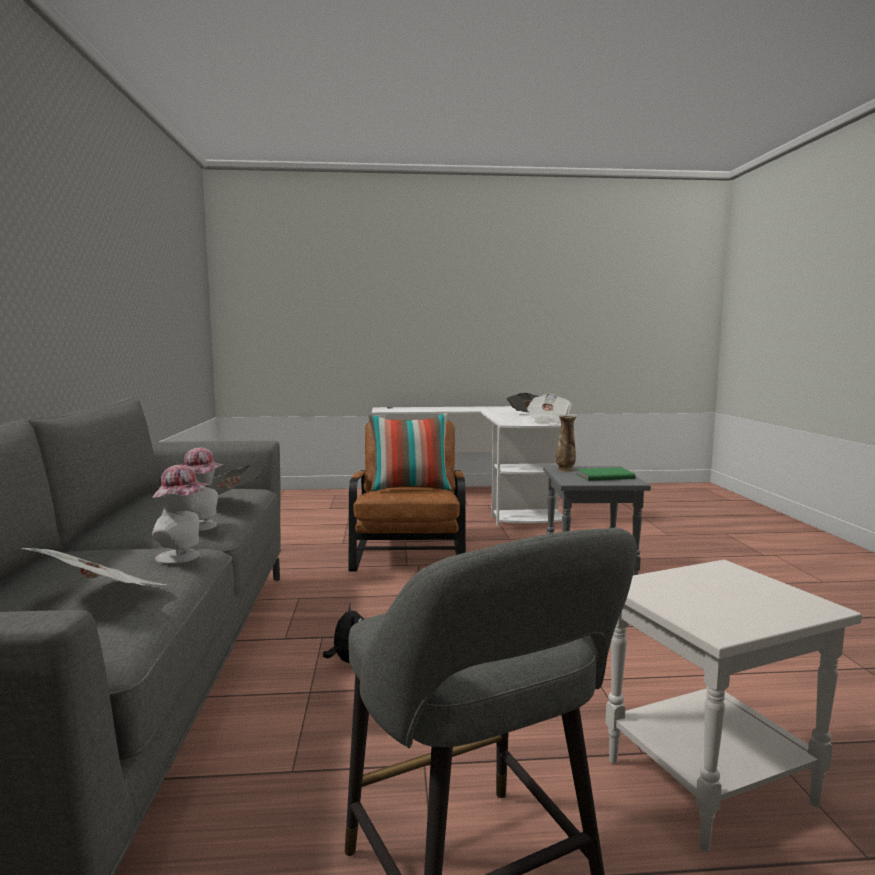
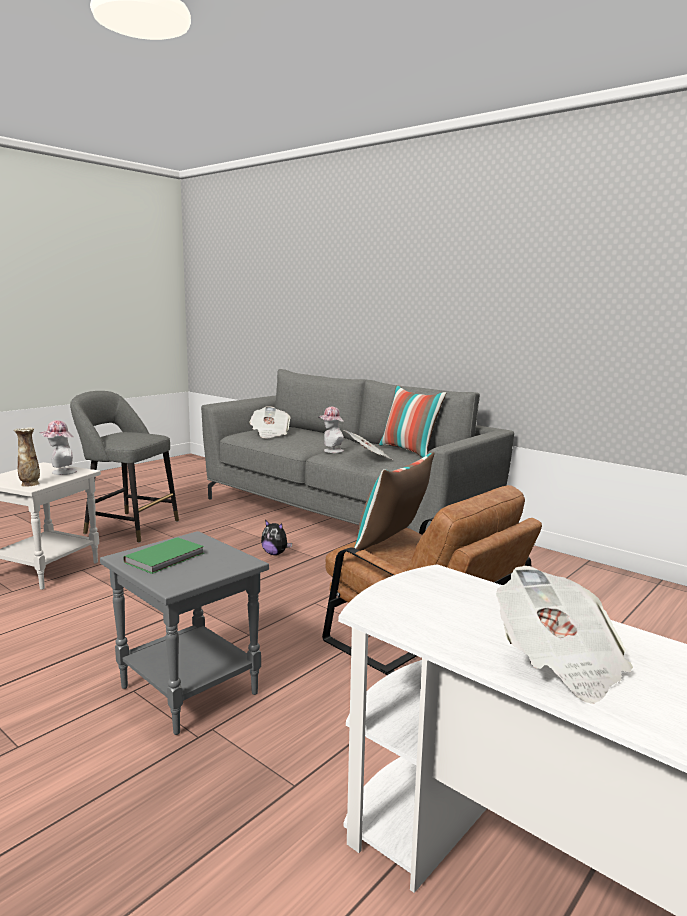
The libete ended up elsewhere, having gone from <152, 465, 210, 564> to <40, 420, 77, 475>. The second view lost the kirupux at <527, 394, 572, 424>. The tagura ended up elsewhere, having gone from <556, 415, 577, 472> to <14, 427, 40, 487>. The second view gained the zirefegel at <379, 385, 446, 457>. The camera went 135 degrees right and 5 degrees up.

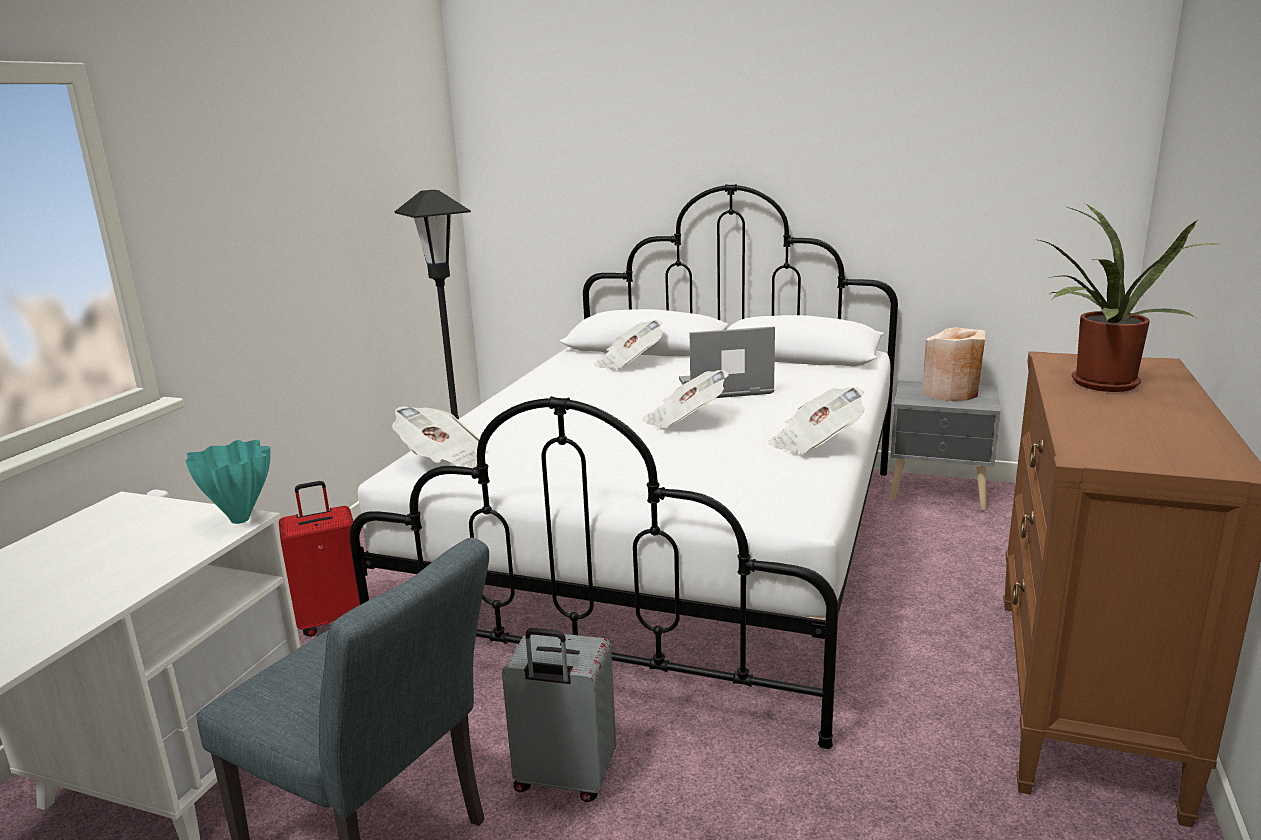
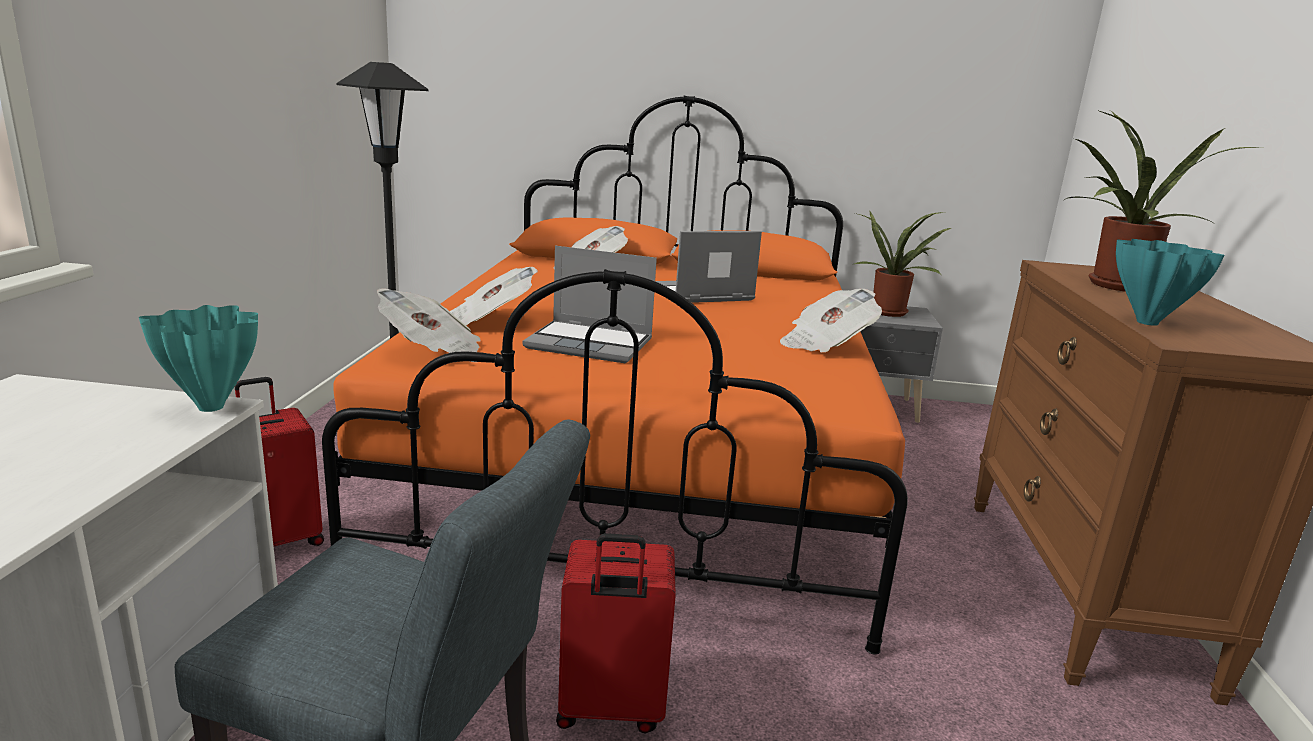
What was the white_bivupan at <349, 184, 898, 749> turned into the orange_bivupan at <322, 95, 908, 655>. What was the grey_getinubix at <502, 628, 616, 802> turned into the red_getinubix at <556, 533, 676, 733>. The kirupux ended up elsewhere, having gone from <642, 370, 729, 429> to <450, 267, 538, 325>. Where the beige_tagura stood at <922, 327, 985, 401>, the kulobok came to stand at <855, 210, 951, 317>. The second view gained the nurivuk at <522, 246, 657, 363>. The second view gained the turquoise_tagura at <1116, 239, 1224, 326>. The camera went 15 degrees left and 0 degrees up.

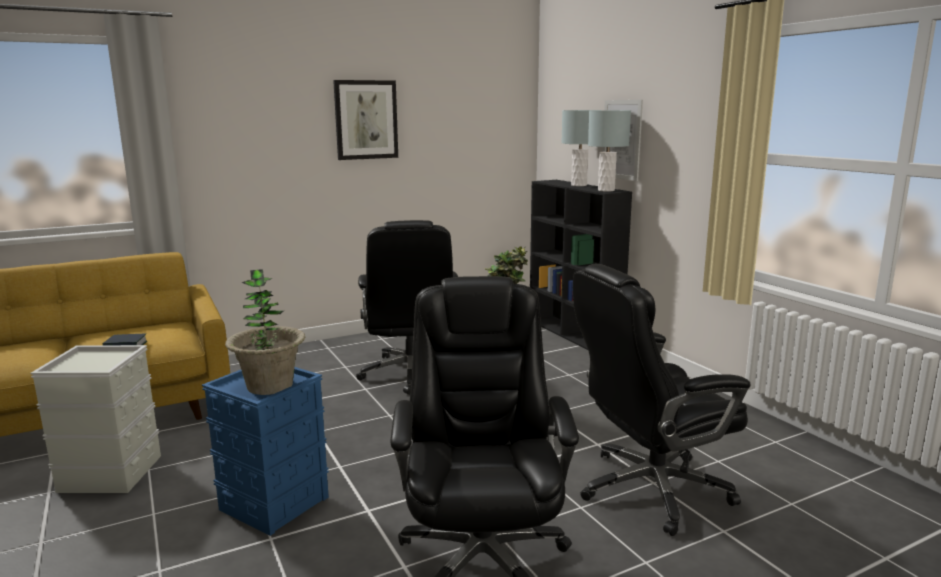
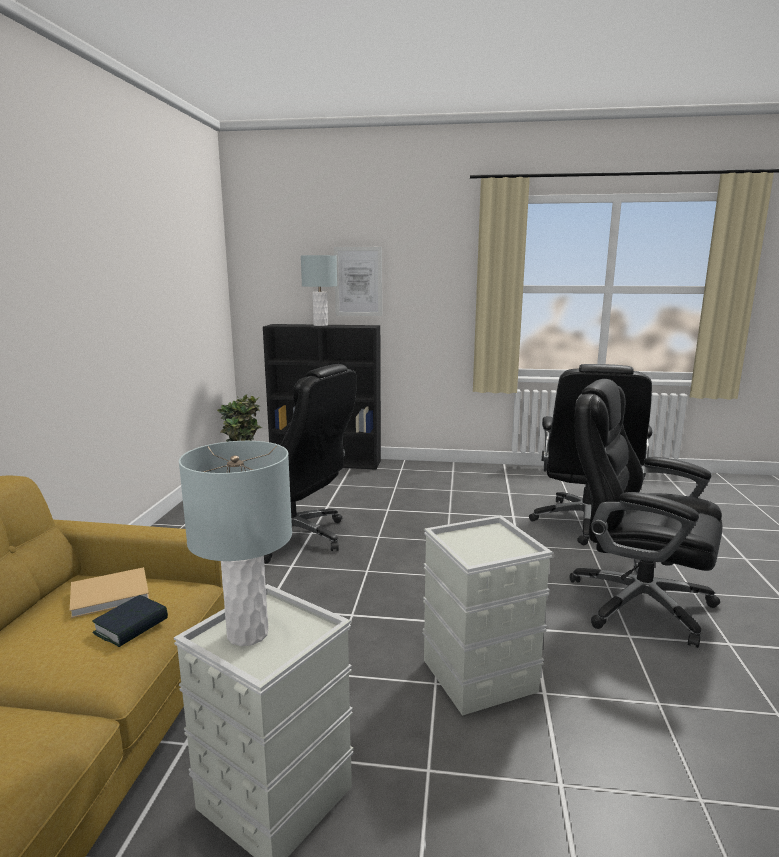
What was the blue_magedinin at <202, 367, 329, 536> turned into the grey_magedinin at <423, 515, 553, 716>. The second view lost the kulobok at <225, 269, 305, 395>. The second view lost the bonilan at <333, 80, 398, 160>. The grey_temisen ended up elsewhere, having gone from <588, 110, 631, 192> to <179, 441, 292, 646>. The second view gained the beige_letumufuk at <70, 567, 149, 618>. The camera went 55 degrees left and 0 degrees up.

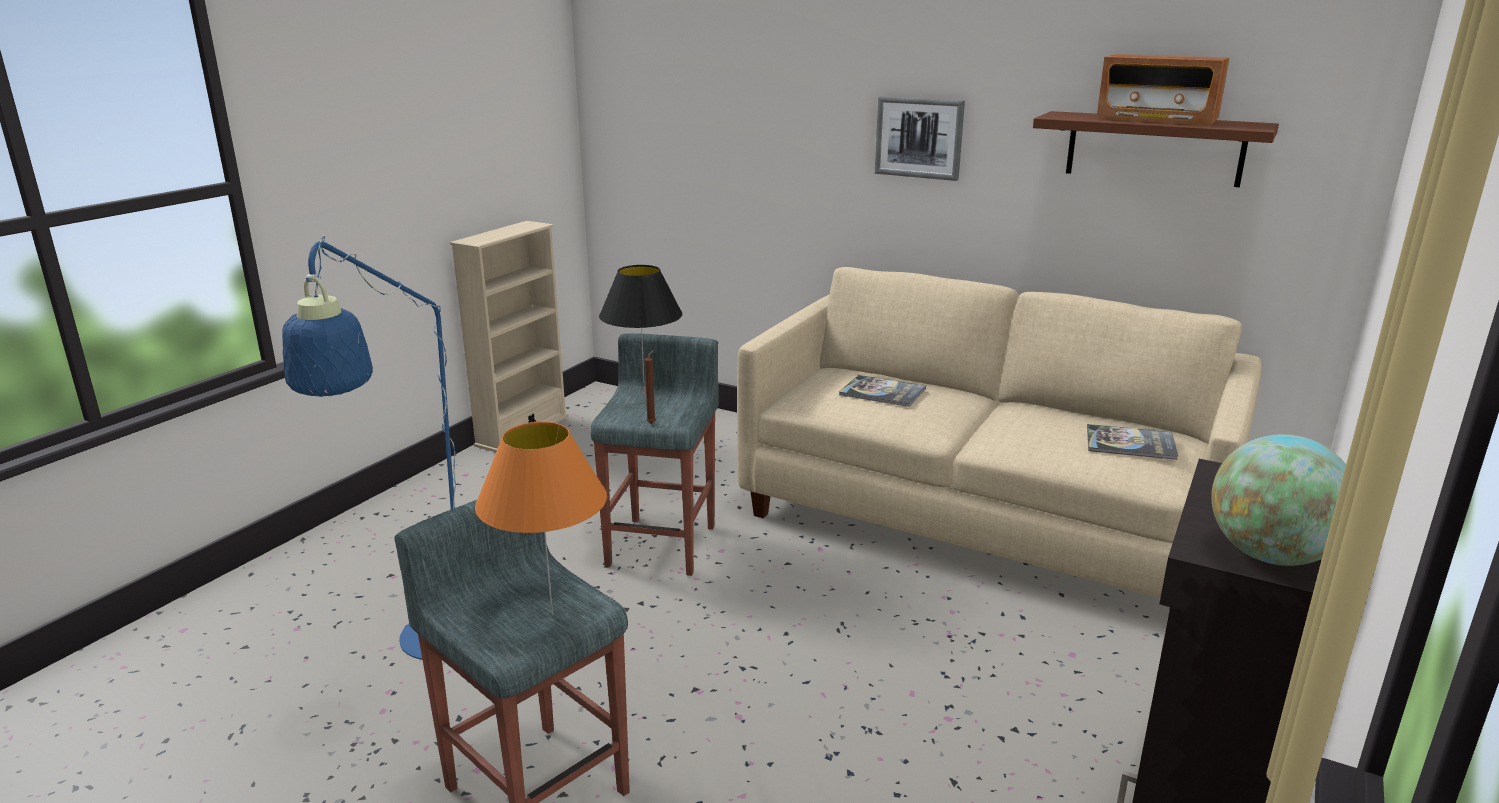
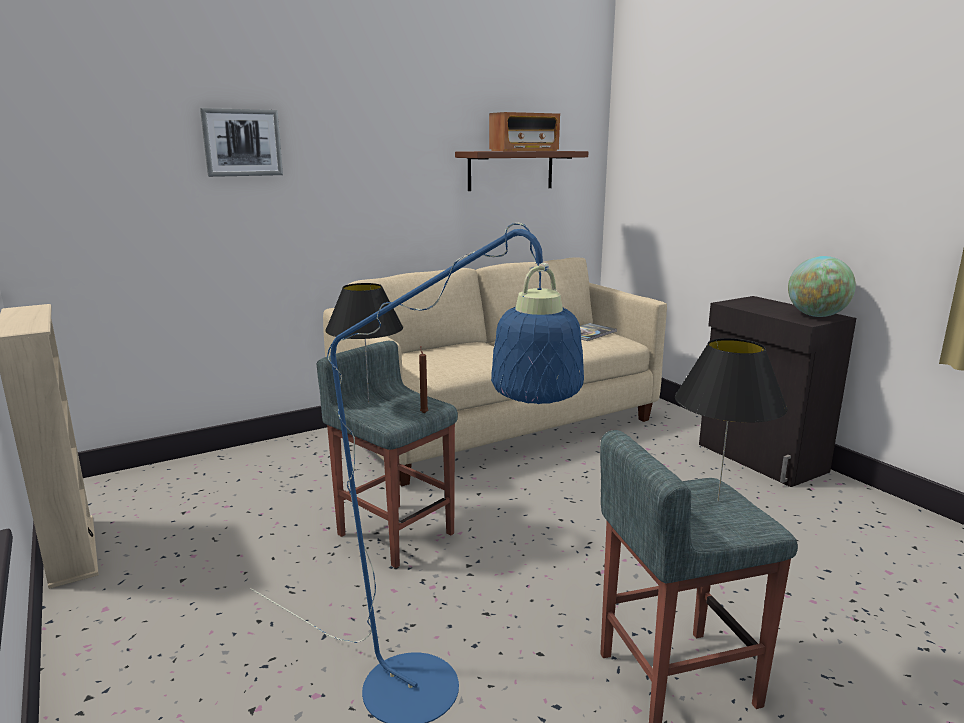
What was the orange_temisen at <475, 422, 607, 615> turned into the black_temisen at <675, 338, 788, 501>. The second view lost the letumufuk at <839, 375, 926, 407>. The bonilan ended up elsewhere, having gone from <875, 96, 965, 181> to <200, 108, 283, 177>. The camera went 60 degrees left and 5 degrees down.

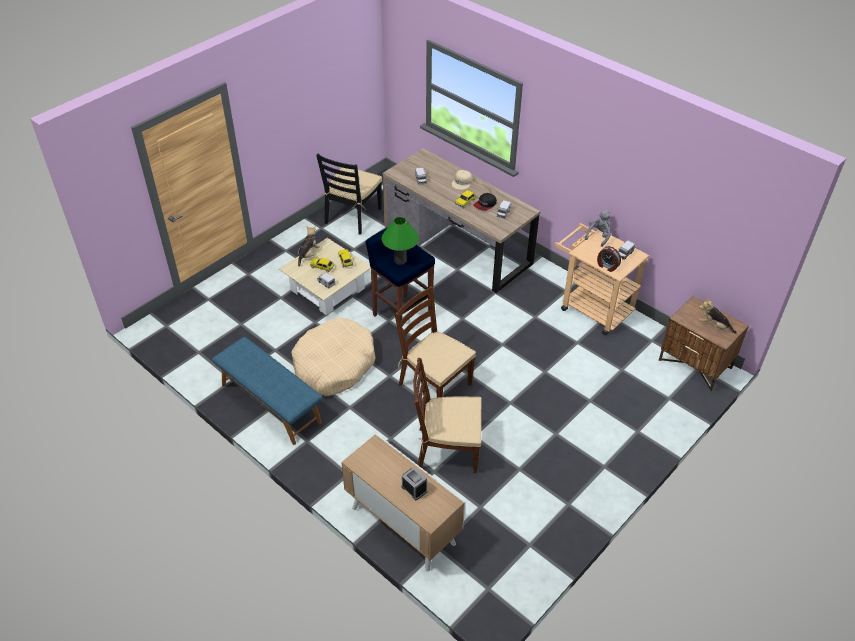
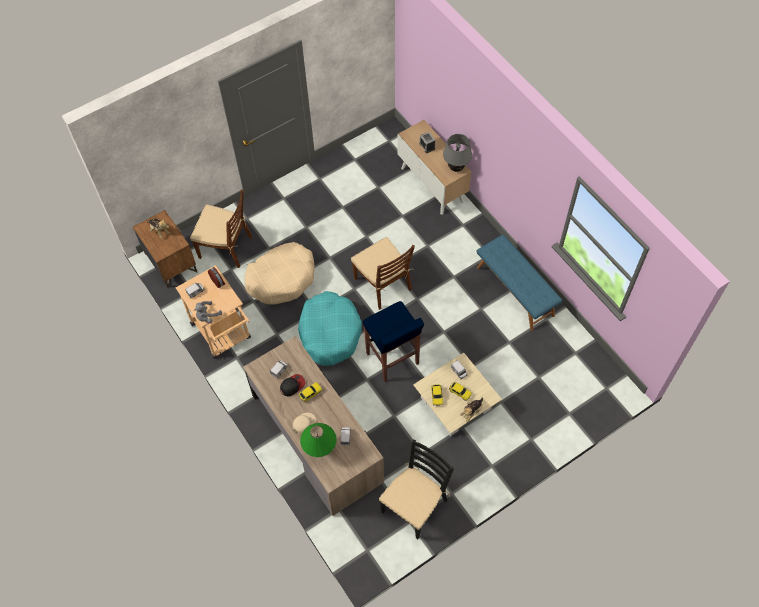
The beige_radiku ended up elsewhere, having gone from <291, 318, 375, 396> to <245, 242, 315, 304>. The green_temisen ended up elsewhere, having gone from <382, 217, 419, 265> to <300, 423, 337, 457>. The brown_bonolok ended up elsewhere, having gone from <414, 358, 481, 473> to <190, 190, 252, 268>. The second view gained the turquoise_radiku at <298, 291, 362, 366>. The second view gained the grey_temisen at <443, 134, 472, 172>. The camera went 165 degrees left and 15 degrees up.

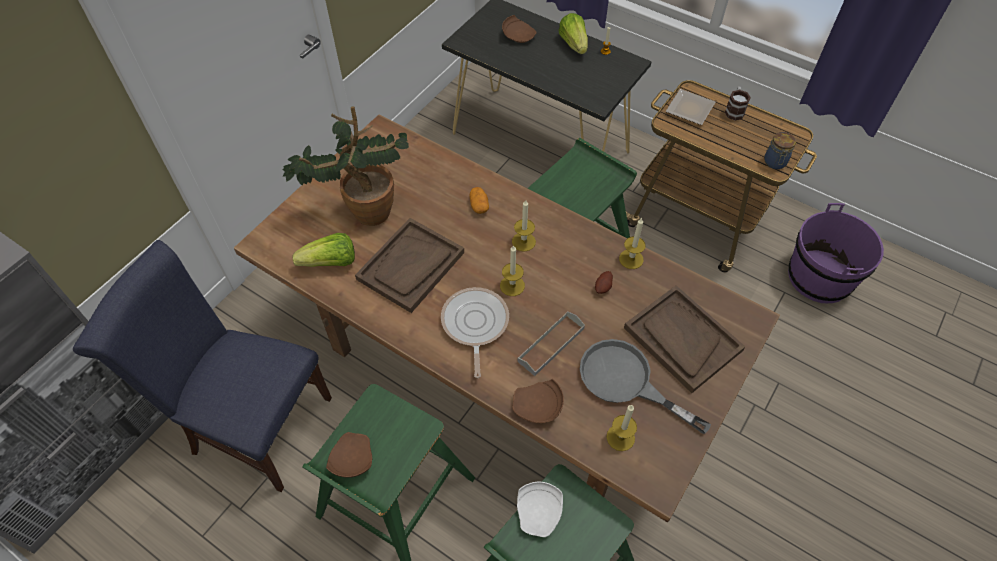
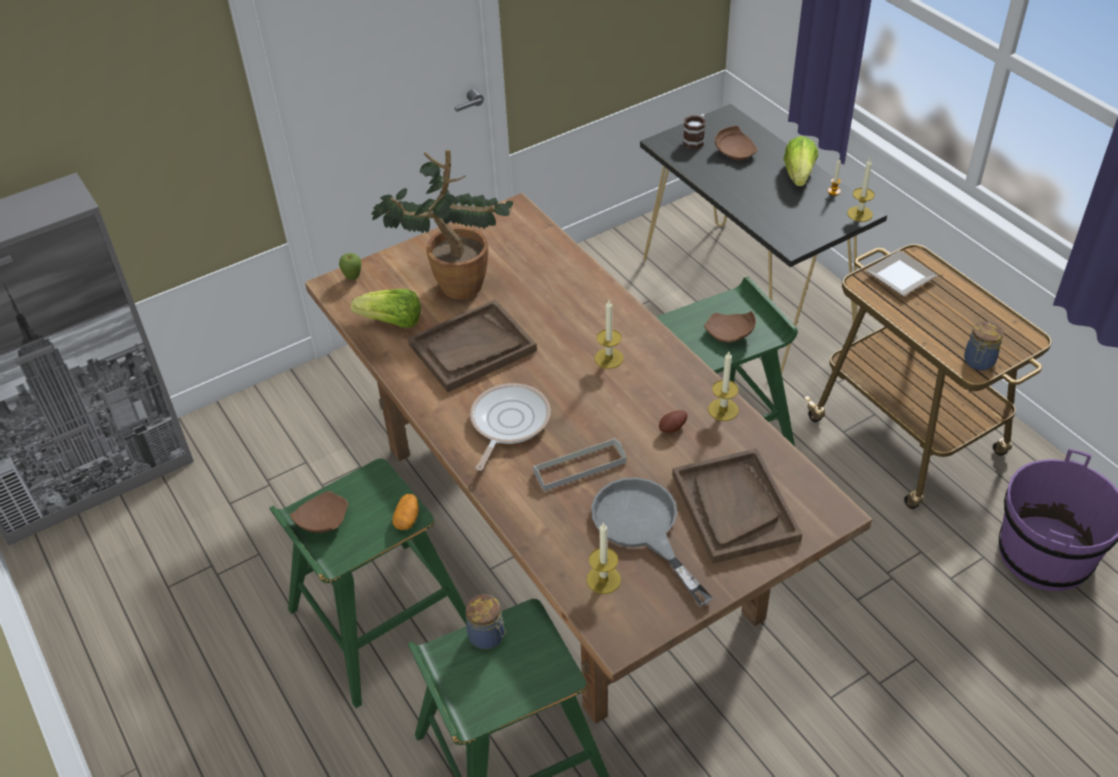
The second view lost the blue_bonolok at <73, 240, 332, 492>. The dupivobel ended up elsewhere, having gone from <470, 187, 489, 214> to <392, 494, 419, 530>. The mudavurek ended up elsewhere, having gone from <500, 245, 525, 296> to <847, 159, 875, 222>. The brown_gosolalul ended up elsewhere, having gone from <512, 379, 564, 423> to <704, 311, 756, 342>. Where the white_gosolalul stood at <517, 482, 563, 537>, the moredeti came to stand at <465, 594, 506, 649>. The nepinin ended up elsewhere, having gone from <725, 86, 751, 120> to <683, 114, 705, 149>. The second view gained the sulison at <339, 253, 361, 280>. The camera went 25 degrees right and 10 degrees down.

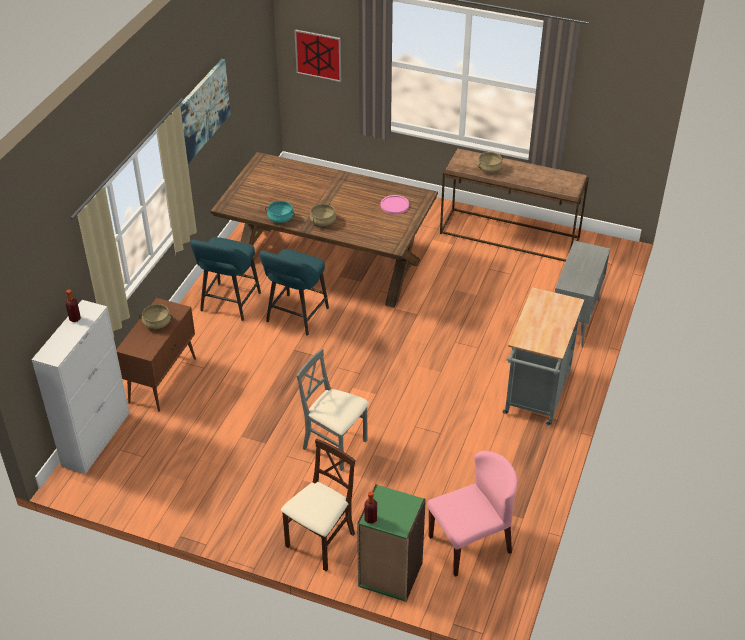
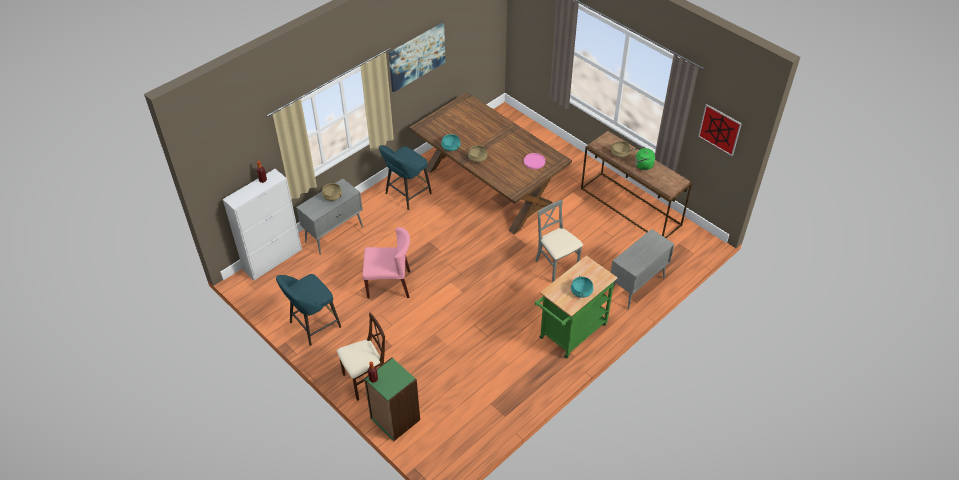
What was the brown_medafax at <116, 298, 196, 412> turned into the grey_medafax at <296, 179, 363, 255>. The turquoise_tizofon ended up elsewhere, having gone from <260, 249, 329, 336> to <276, 274, 341, 346>. The bonilan ended up elsewhere, having gone from <295, 29, 341, 82> to <698, 104, 742, 156>. The grey_bonolok ended up elsewhere, having gone from <296, 349, 369, 471> to <535, 200, 583, 282>. The pink_bonolok ended up elsewhere, having gone from <427, 451, 517, 577> to <362, 227, 410, 299>. What was the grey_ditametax at <503, 287, 584, 426> turned into the green_ditametax at <535, 255, 618, 359>. The second view gained the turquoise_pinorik at <571, 276, 593, 298>. The second view gained the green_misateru at <634, 147, 655, 170>. The camera went 25 degrees right and 5 degrees up.

